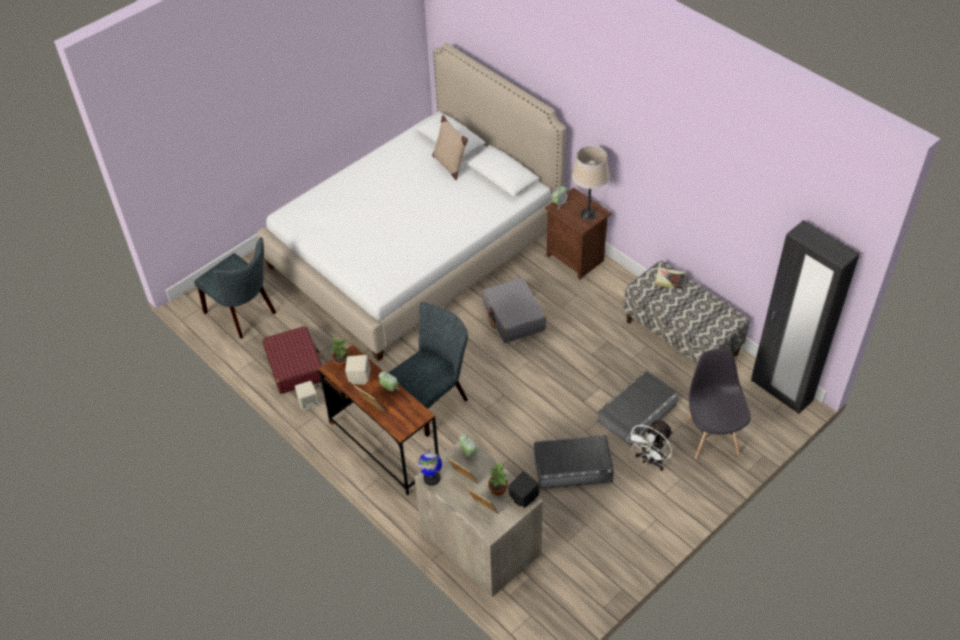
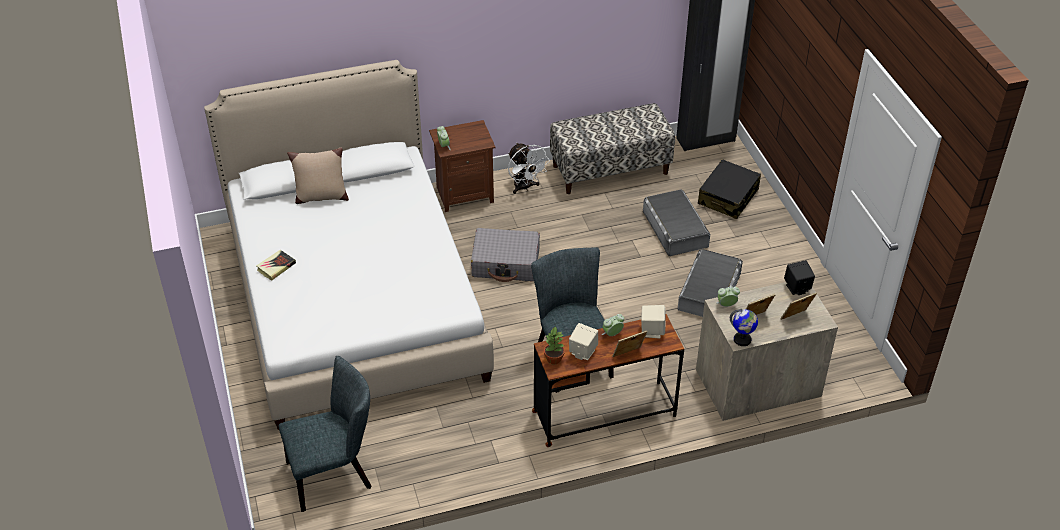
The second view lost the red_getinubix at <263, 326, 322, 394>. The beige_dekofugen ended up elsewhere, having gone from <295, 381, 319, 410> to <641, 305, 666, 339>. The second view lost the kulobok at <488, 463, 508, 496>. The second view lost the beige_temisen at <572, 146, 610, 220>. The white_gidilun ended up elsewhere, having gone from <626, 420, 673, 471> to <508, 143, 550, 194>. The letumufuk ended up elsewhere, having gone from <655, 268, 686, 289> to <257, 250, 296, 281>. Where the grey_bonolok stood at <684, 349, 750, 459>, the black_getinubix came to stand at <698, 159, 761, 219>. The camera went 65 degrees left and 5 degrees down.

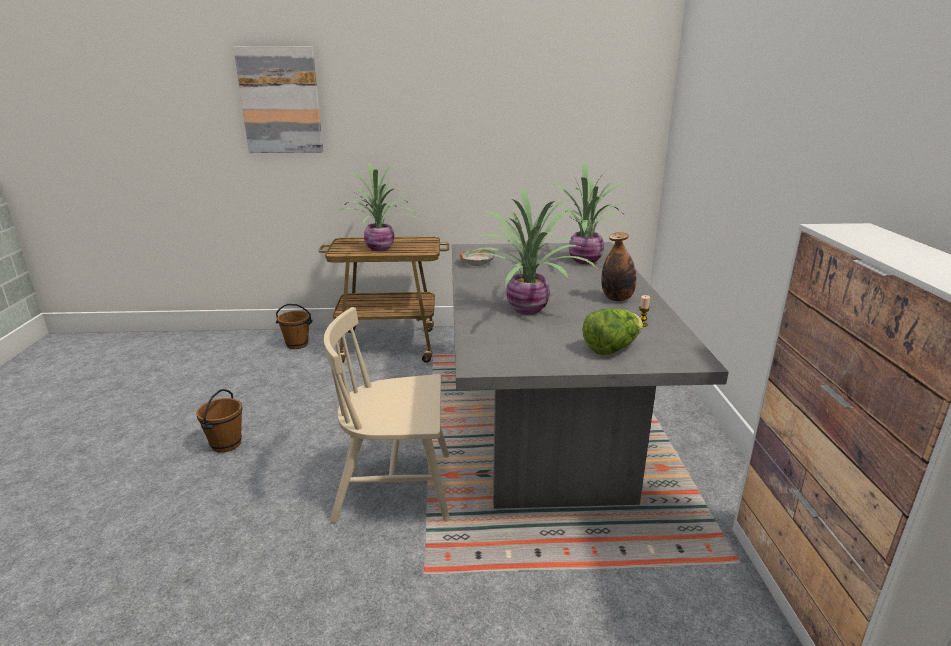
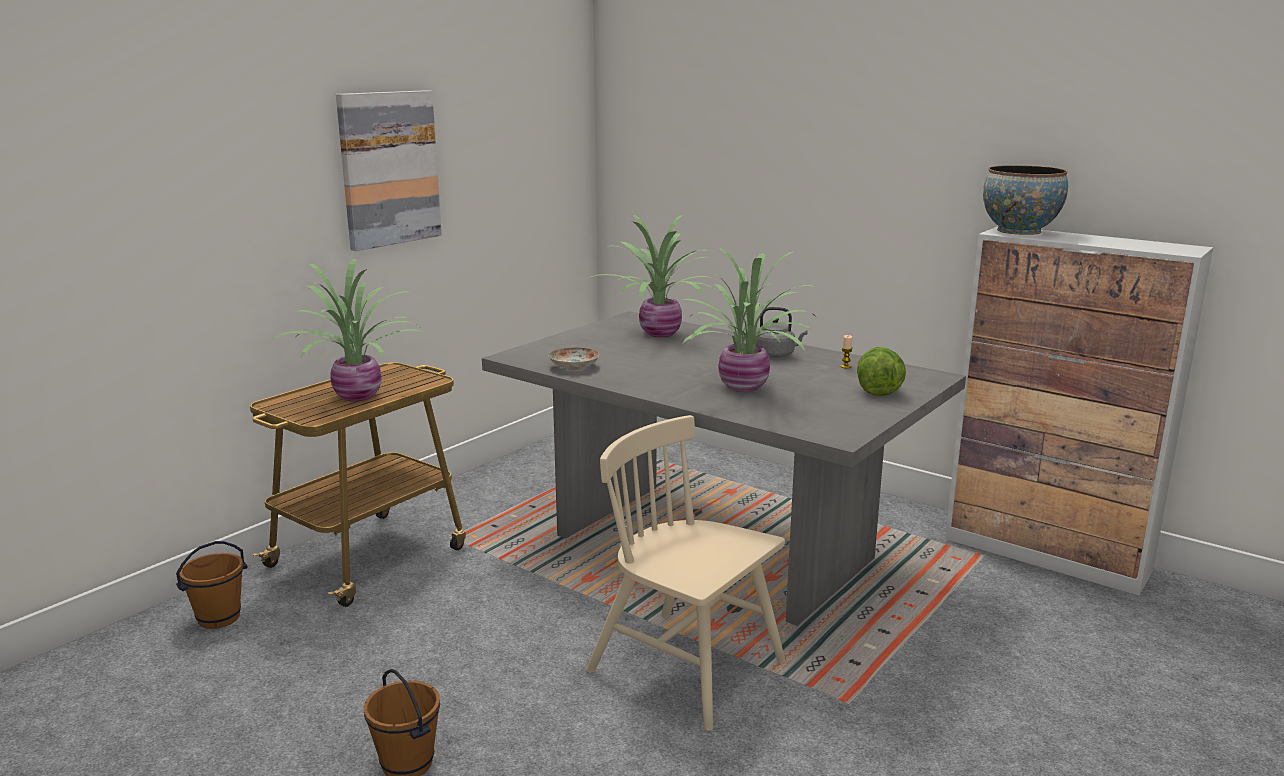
The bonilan ended up elsewhere, having gone from <233, 46, 323, 153> to <336, 90, 442, 251>. The beige_bonolok at <324, 307, 450, 523> ended up facing another way, 90 degrees clockwise from before. Where the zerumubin stood at <601, 232, 636, 301>, the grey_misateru came to stand at <756, 307, 808, 358>. The second view gained the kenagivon at <983, 165, 1068, 235>. The camera went 50 degrees left and 5 degrees down.

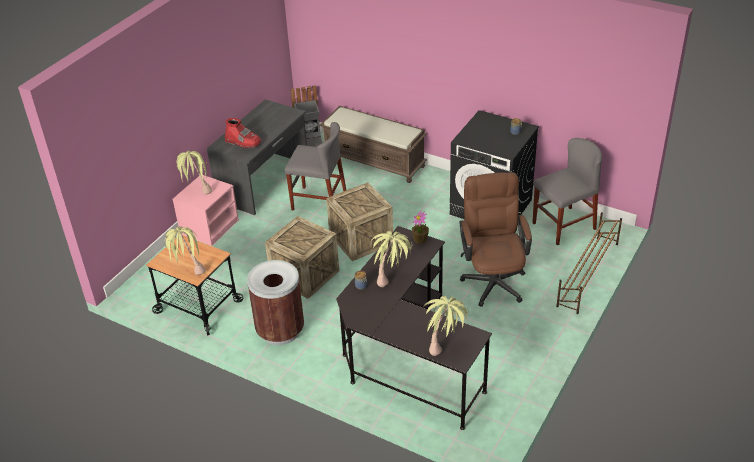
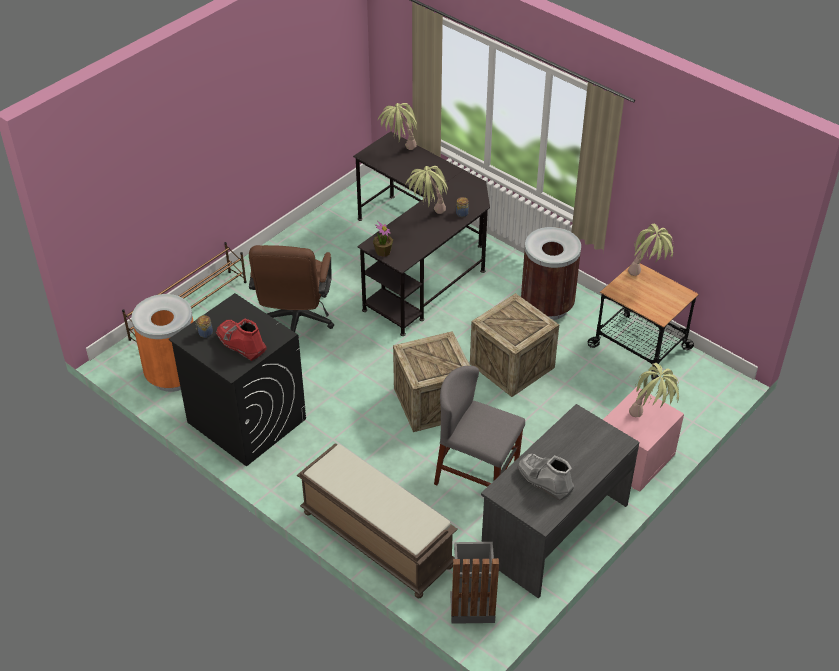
The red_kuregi ended up elsewhere, having gone from <225, 118, 262, 148> to <216, 318, 267, 361>. Where the grey_bonolok stood at <532, 138, 602, 245>, the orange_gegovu came to stand at <132, 294, 193, 392>. The second view gained the grey_kuregi at <517, 454, 574, 501>. The camera went 170 degrees left and 5 degrees up.

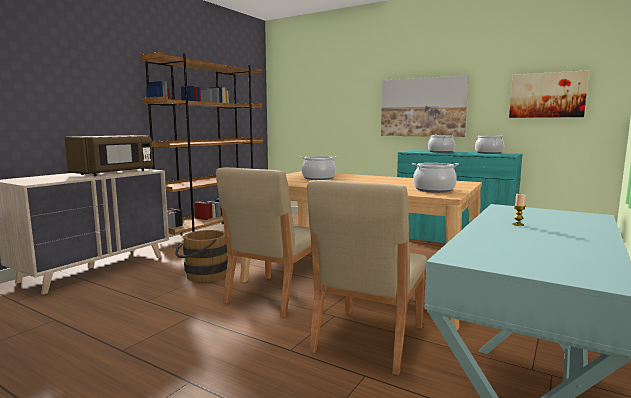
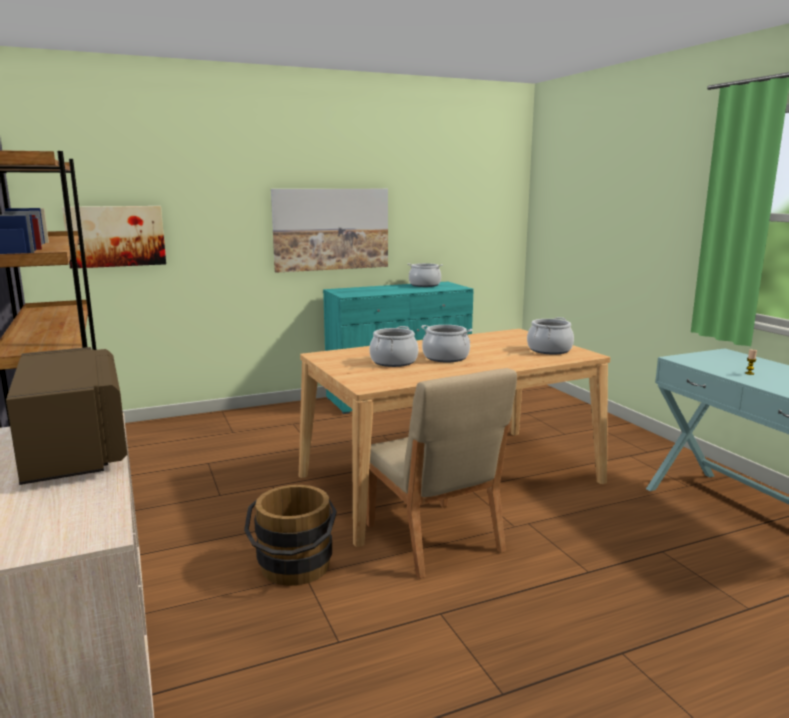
The second view lost the beige_bonolok at <307, 180, 427, 375>. The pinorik ended up elsewhere, having gone from <428, 135, 455, 153> to <421, 325, 472, 362>. The bonilan ended up elsewhere, having gone from <509, 70, 589, 118> to <62, 206, 166, 269>. The camera went 55 degrees left and 5 degrees up.

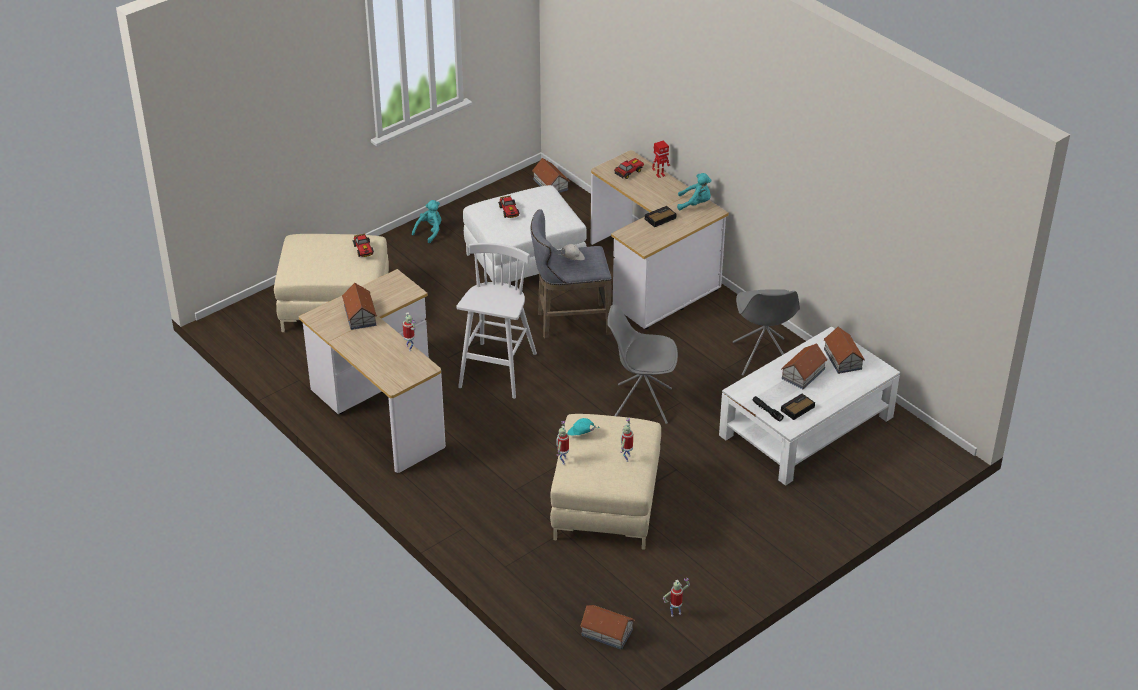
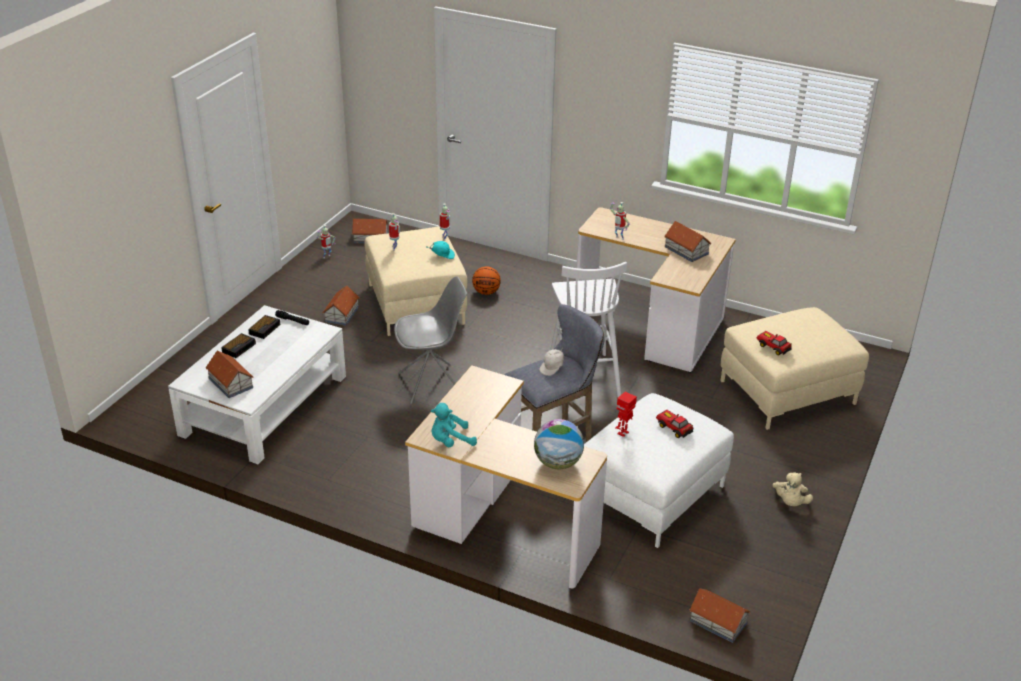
What was the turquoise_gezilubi at <412, 200, 441, 243> turned into the beige_gezilubi at <773, 472, 813, 506>. Where the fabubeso stood at <614, 158, 644, 179>, the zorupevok came to stand at <534, 419, 584, 469>. The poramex ended up elsewhere, having gone from <645, 206, 676, 227> to <221, 333, 256, 358>. The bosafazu ended up elsewhere, having gone from <652, 141, 670, 178> to <615, 392, 637, 437>. The second view lost the grey_bonolok at <733, 289, 800, 376>. The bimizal ended up elsewhere, having gone from <781, 344, 827, 389> to <323, 285, 359, 326>. The second view gained the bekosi at <472, 267, 501, 295>. The camera went 155 degrees right and 5 degrees down.

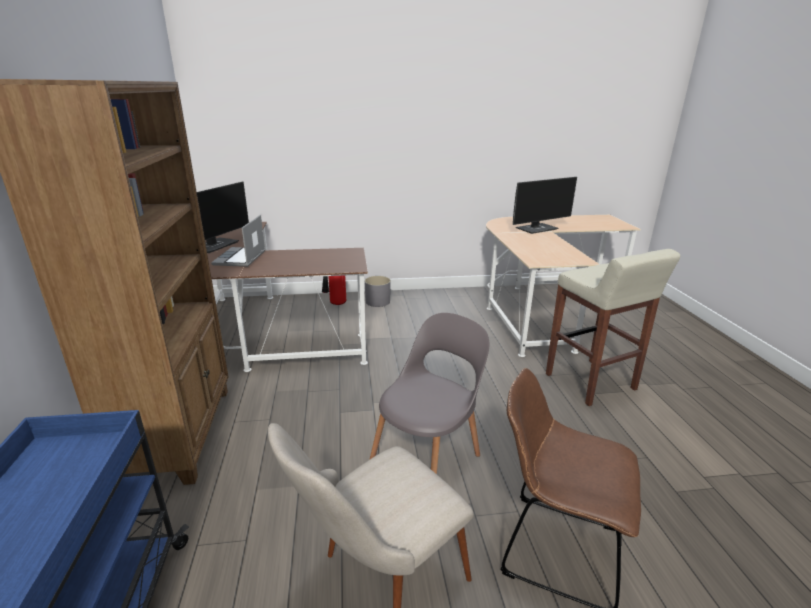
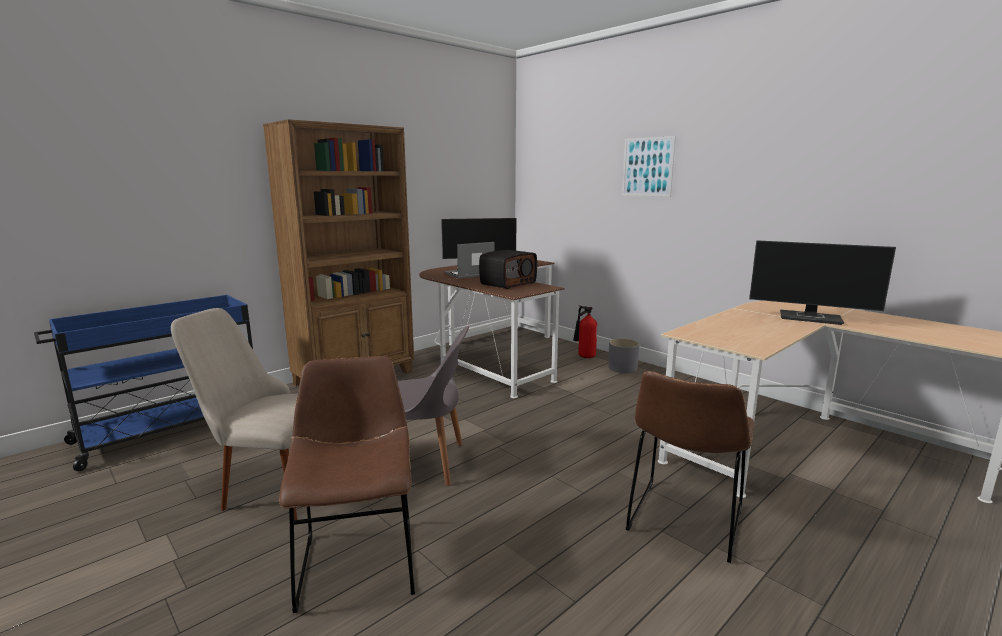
Where the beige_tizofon stood at <546, 249, 680, 406>, the brown_bonolok came to stand at <626, 371, 755, 563>. The second view gained the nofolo at <479, 250, 537, 289>. The second view gained the bonilan at <622, 136, 676, 197>. The camera went 55 degrees right and 10 degrees down.

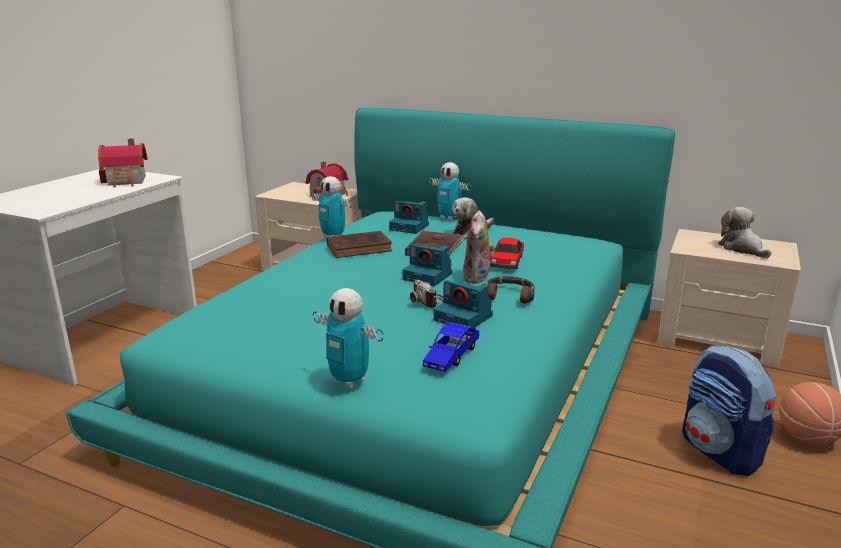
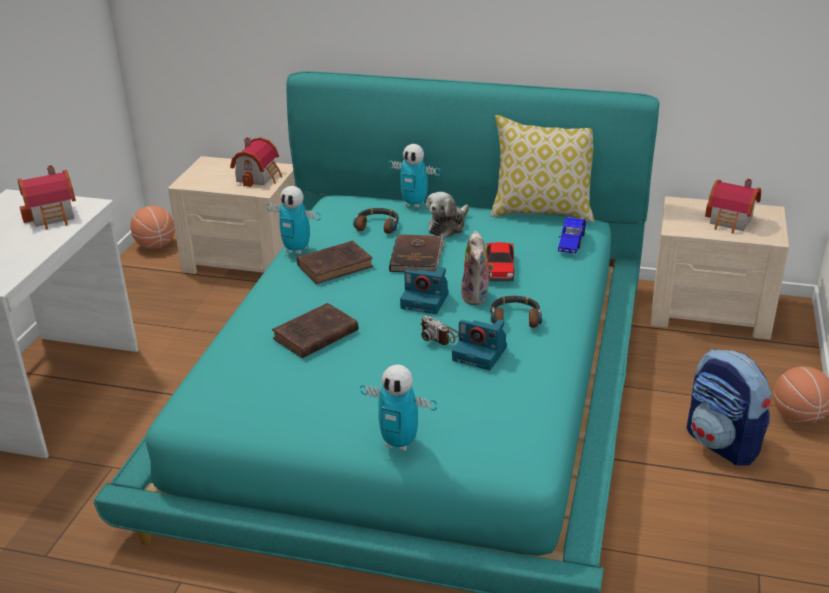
Where the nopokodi stood at <389, 201, 429, 234>, the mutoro came to stand at <353, 208, 399, 234>. The blue_fabubeso ended up elsewhere, having gone from <423, 322, 479, 372> to <558, 217, 586, 254>. Where the gezilubi stood at <718, 207, 772, 258>, the bimizal came to stand at <705, 178, 761, 234>. The second view gained the bekosi at <130, 206, 175, 249>. The second view gained the brown_letumufuk at <272, 303, 358, 358>. The second view gained the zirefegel at <491, 115, 594, 222>. The camera went 10 degrees left and 10 degrees up.

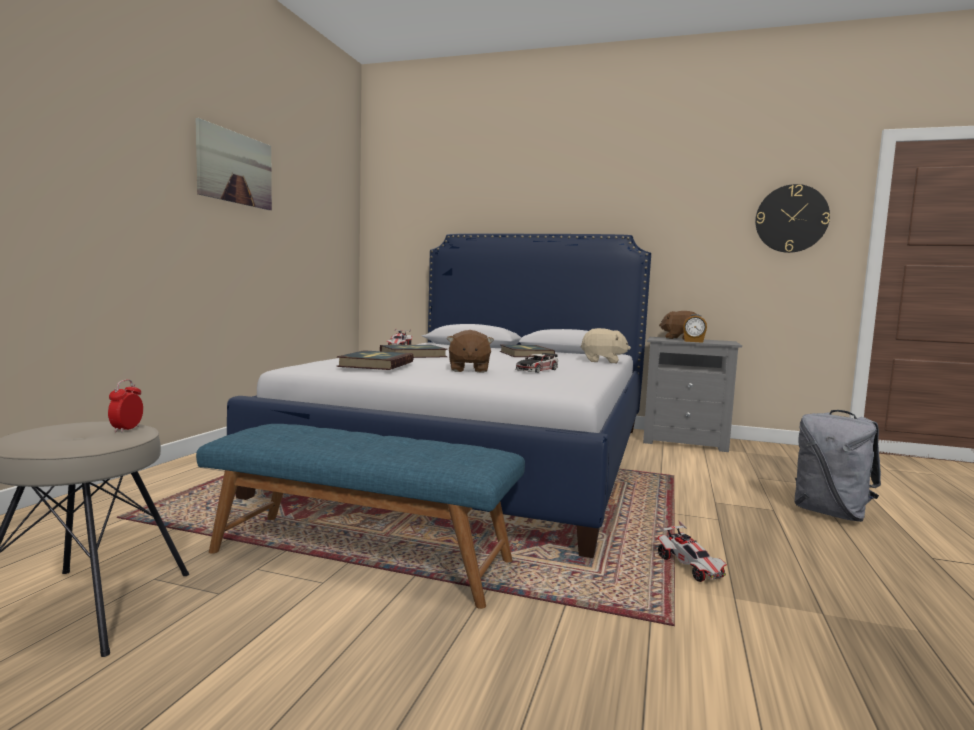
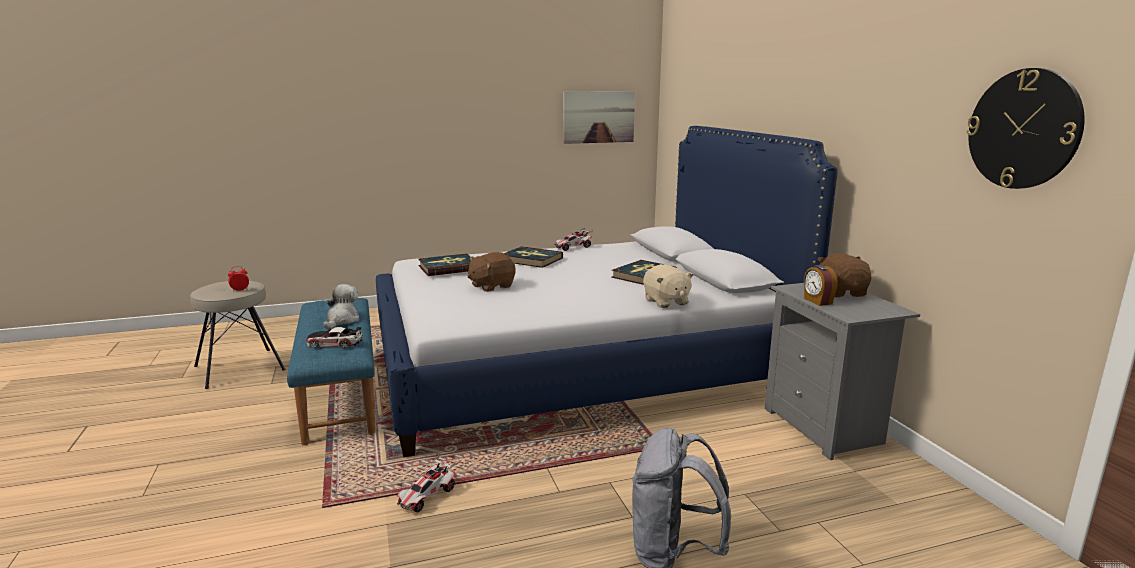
The bonilan ended up elsewhere, having gone from <195, 118, 272, 210> to <563, 91, 635, 144>. The fabubeso ended up elsewhere, having gone from <515, 353, 558, 373> to <306, 327, 362, 348>. The second view gained the gezilubi at <323, 284, 359, 329>. The camera went 55 degrees right and 10 degrees up.

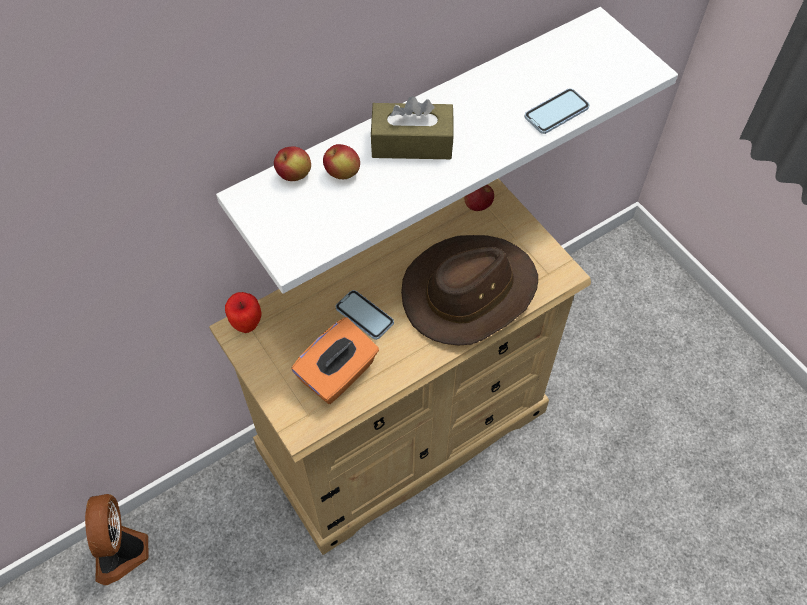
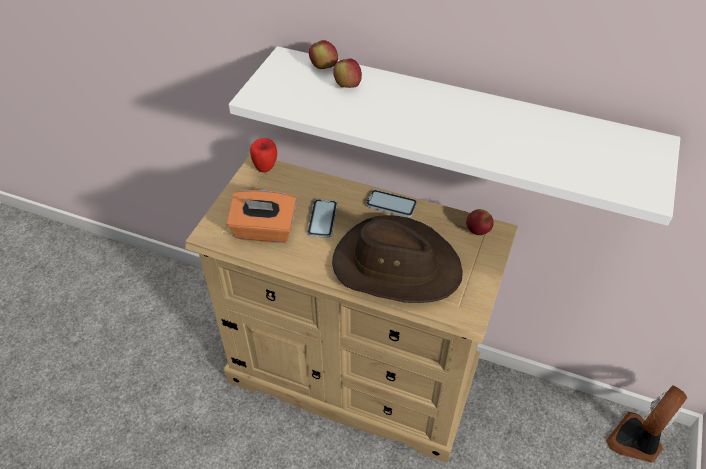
The gidilun ended up elsewhere, having gone from <85, 494, 149, 585> to <606, 385, 687, 463>. The second view lost the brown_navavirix at <371, 96, 454, 159>. The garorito ended up elsewhere, having gone from <525, 88, 590, 134> to <366, 190, 417, 217>. The camera went 55 degrees right and 10 degrees down.

